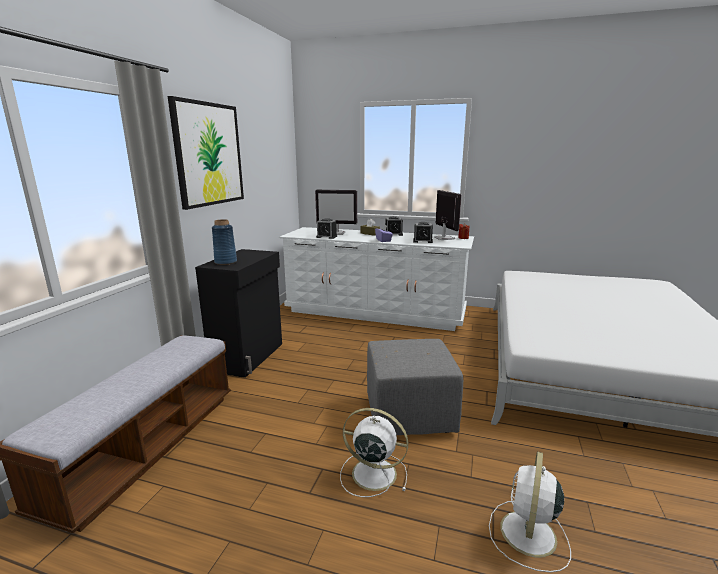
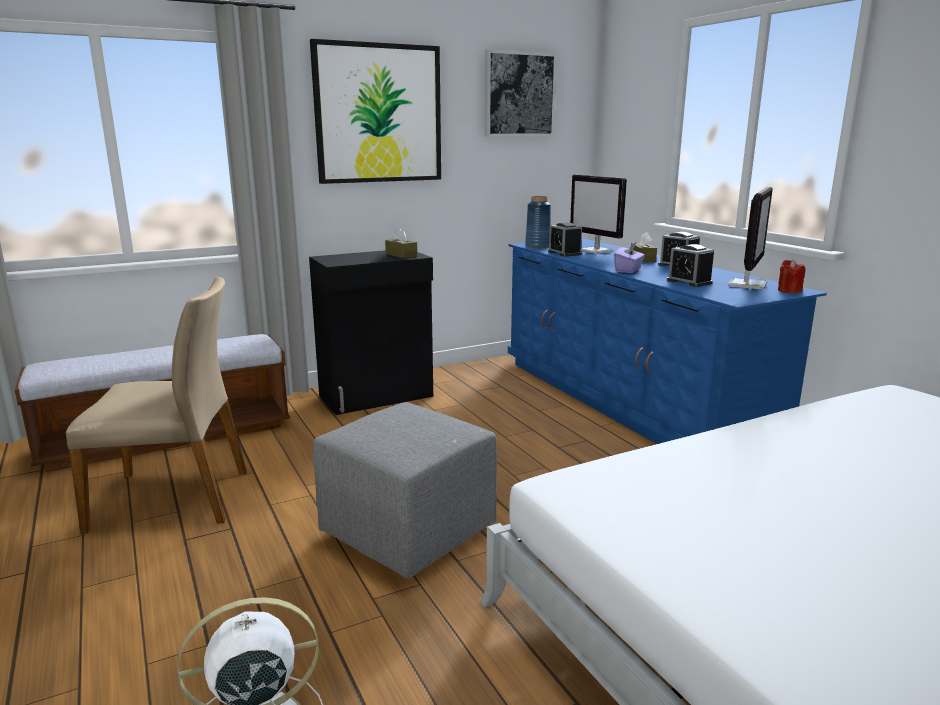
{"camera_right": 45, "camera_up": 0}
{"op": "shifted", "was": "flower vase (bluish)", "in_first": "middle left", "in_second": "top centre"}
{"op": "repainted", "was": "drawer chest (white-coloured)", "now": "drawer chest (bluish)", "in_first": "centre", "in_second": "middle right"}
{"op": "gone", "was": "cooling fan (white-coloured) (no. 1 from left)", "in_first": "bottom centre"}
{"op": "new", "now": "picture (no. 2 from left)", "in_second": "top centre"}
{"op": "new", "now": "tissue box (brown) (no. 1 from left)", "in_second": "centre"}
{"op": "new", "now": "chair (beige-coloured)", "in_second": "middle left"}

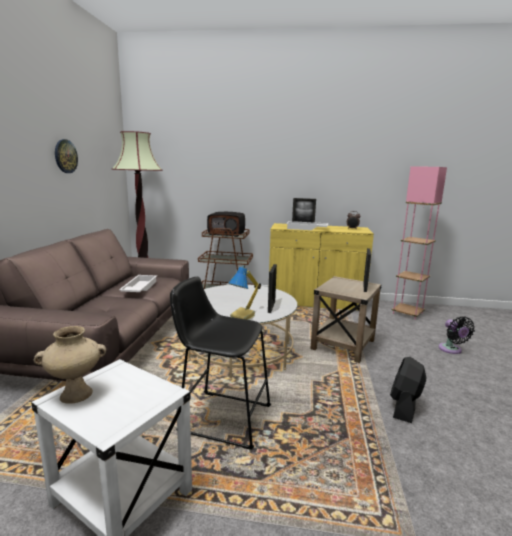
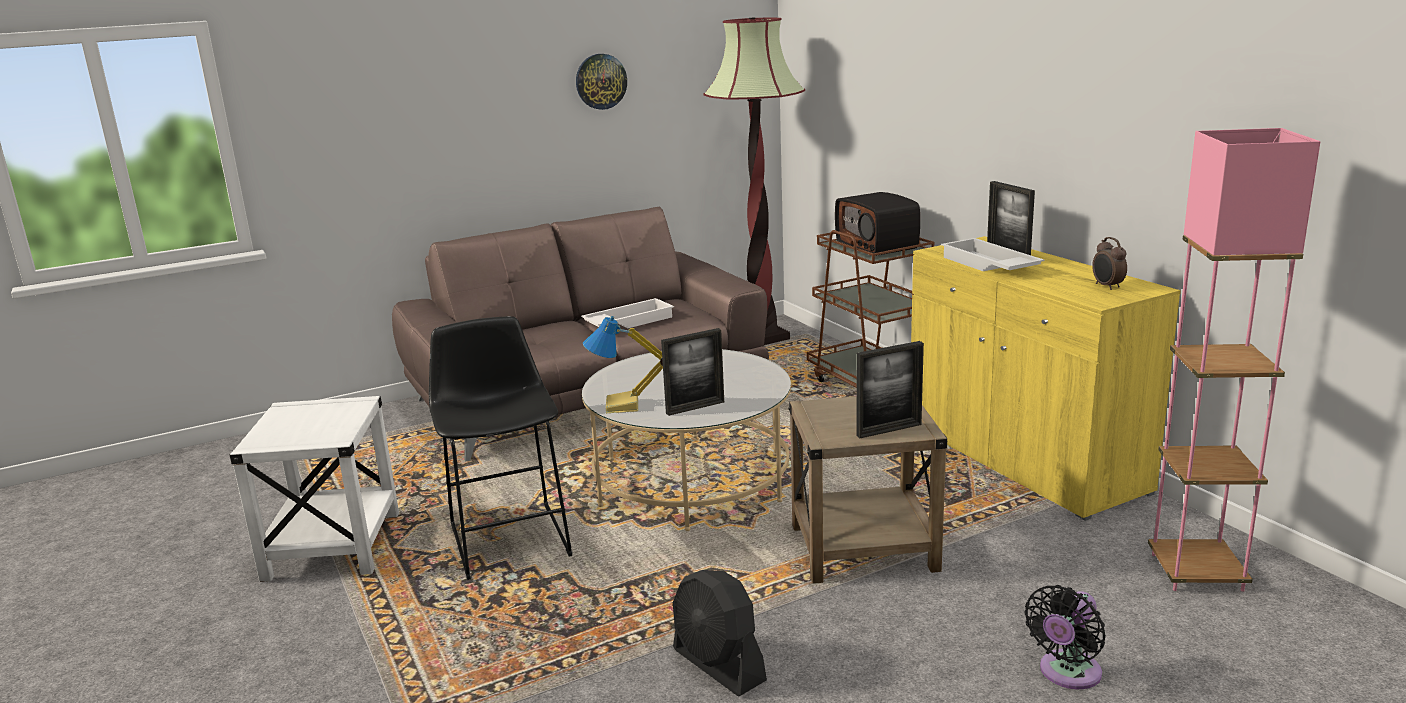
{"camera_right": 55, "camera_up": 5}
{"op": "gone", "was": "flower vase (beige-coloured)", "in_first": "bottom left"}
{"op": "rotated", "was": "cooling fan (black) (no. 1 from left)", "in_first": "bottom right", "in_second": "bottom centre", "clockwise": -120}

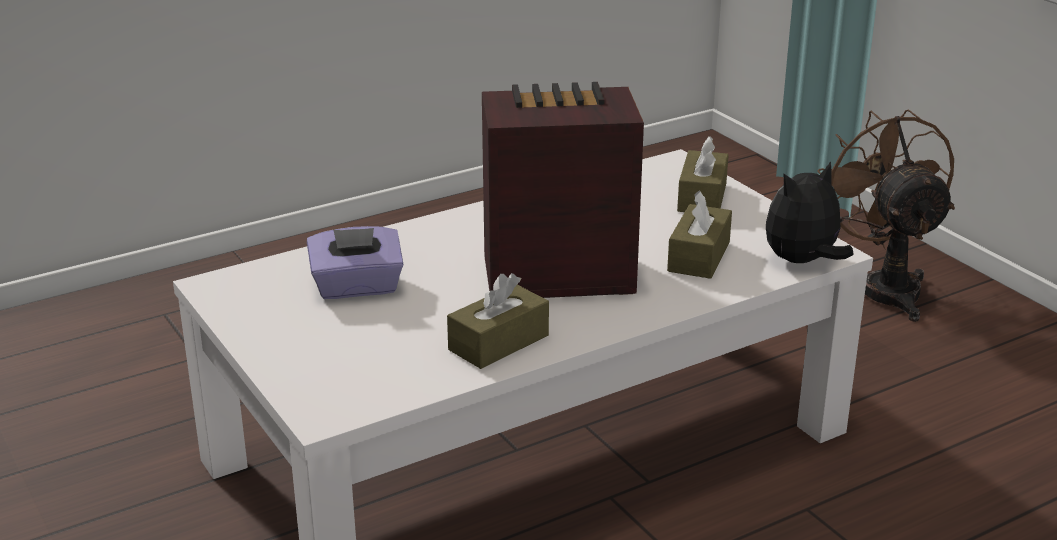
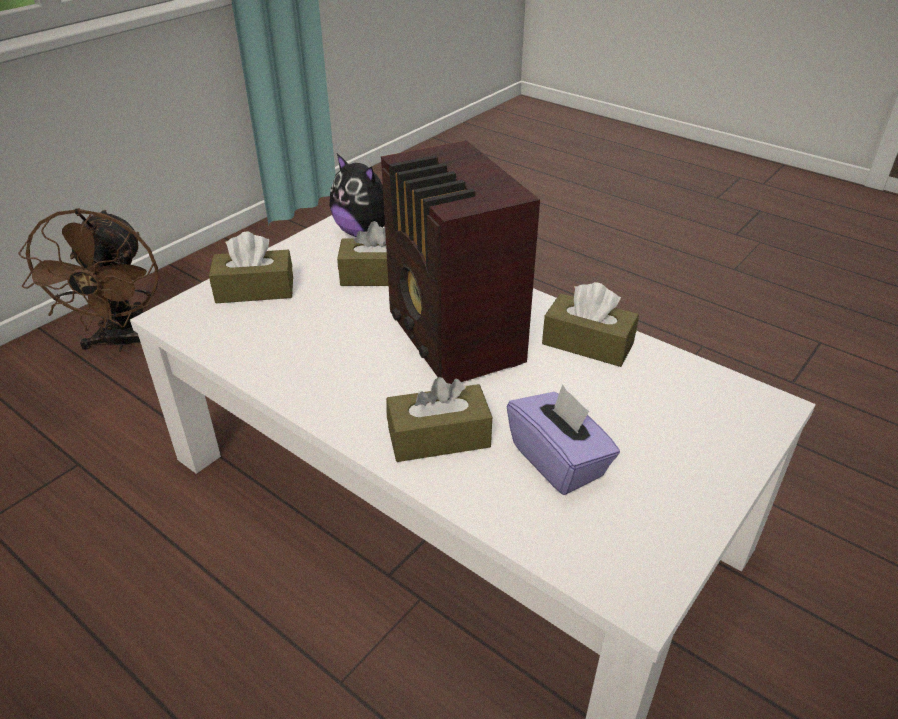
{"camera_right": -110, "camera_up": 10}
{"op": "rotated", "was": "cooling fan (brown)", "in_first": "middle right", "in_second": "middle left", "clockwise": -60}
{"op": "new", "now": "tissue box (brown) (no. 3 from left)", "in_second": "centre"}

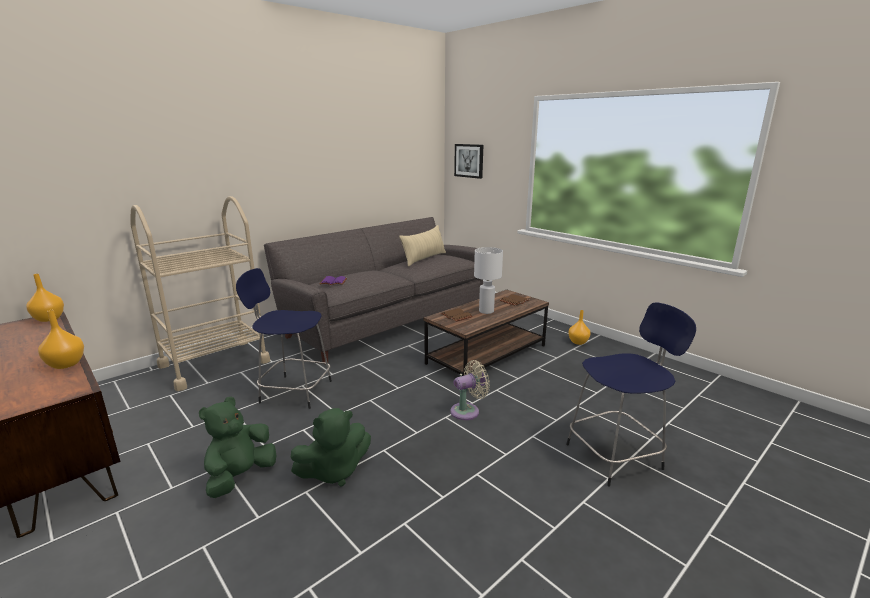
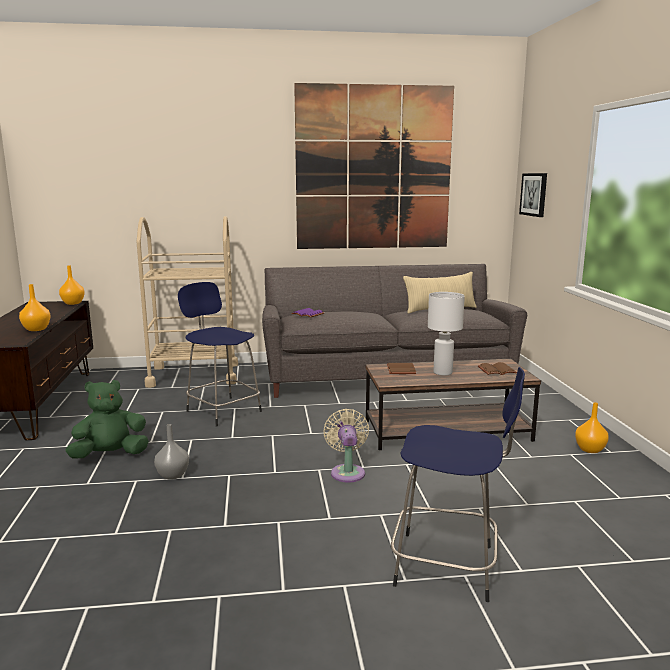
{"camera_right": 35, "camera_up": -5}
{"op": "rotated", "was": "cooling fan (beige-coloured)", "in_first": "centre", "in_second": "centre", "clockwise": -105}
{"op": "swapped", "was": "cuddly toy (green-coloured) (no. 2 from left)", "now": "flower vase (grey)", "in_first": "bottom centre", "in_second": "bottom left"}
{"op": "new", "now": "picture (no. 1 from left)", "in_second": "top centre"}

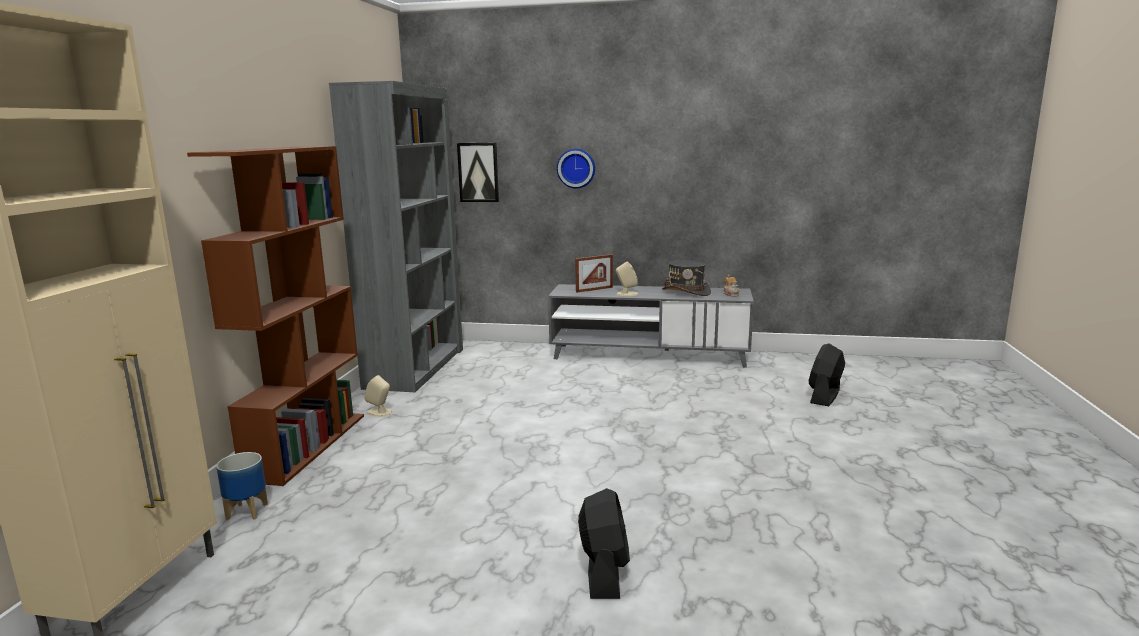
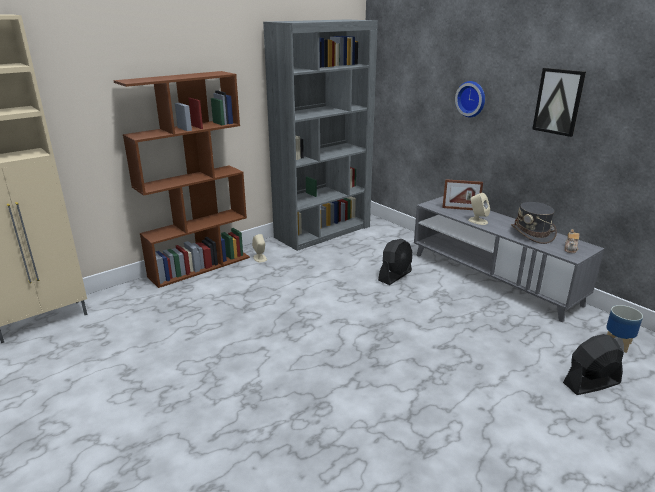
{"camera_right": 40, "camera_up": 10}
{"op": "shifted", "was": "picture", "in_first": "top centre", "in_second": "top right"}
{"op": "shifted", "was": "flower pot", "in_first": "bottom left", "in_second": "bottom right"}
{"op": "shifted", "was": "cooling fan (black) (no. 1 from left)", "in_first": "bottom centre", "in_second": "centre"}

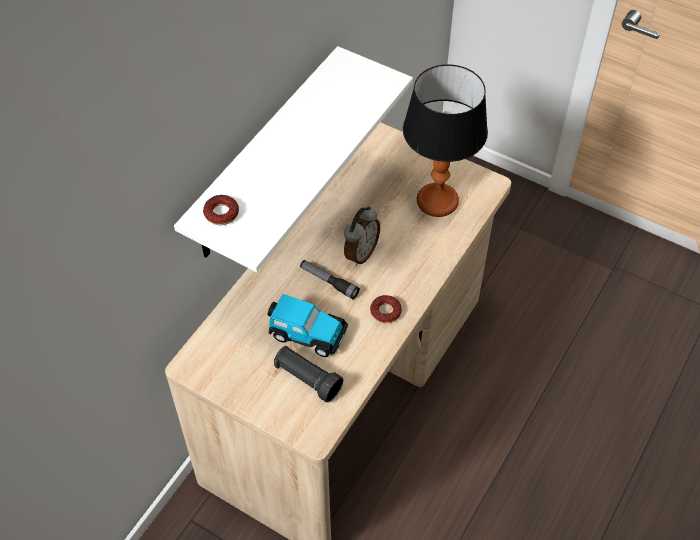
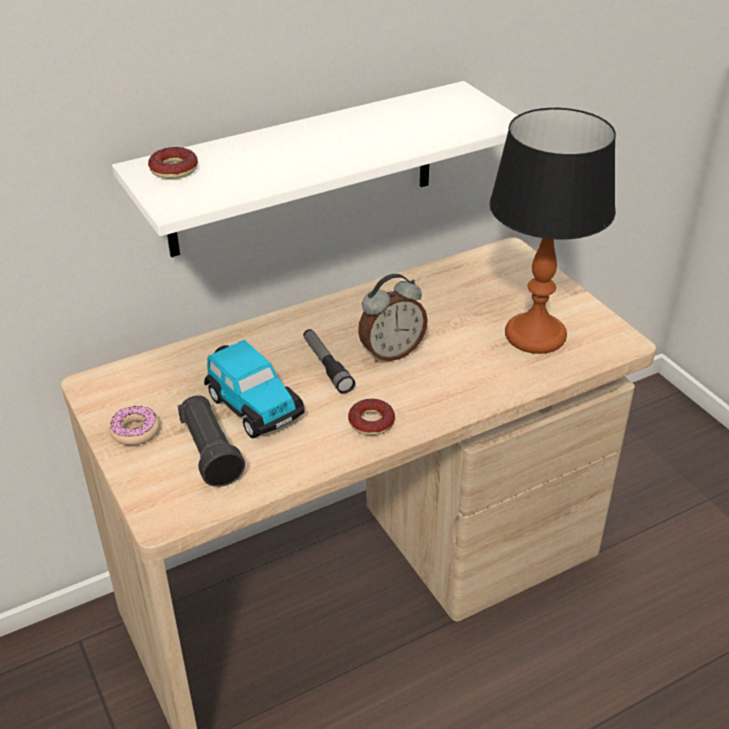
{"camera_right": 30, "camera_up": -15}
{"op": "new", "now": "ring doughnut (no. 1 from left)", "in_second": "middle left"}

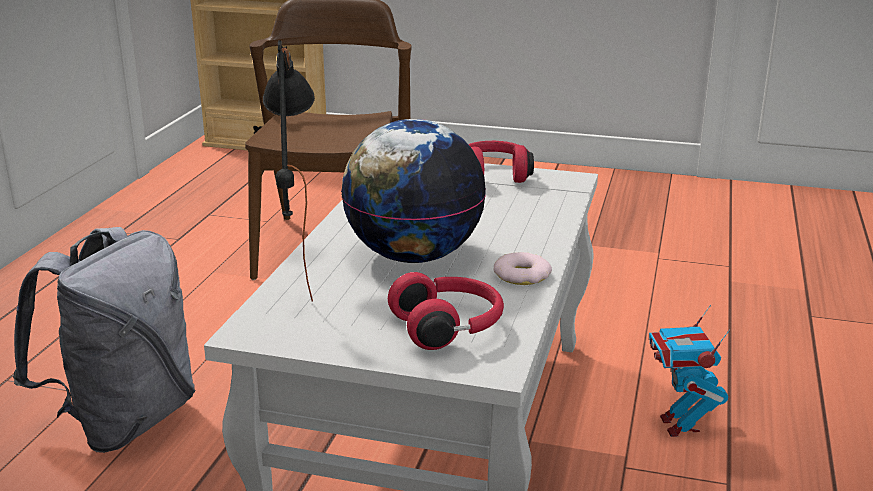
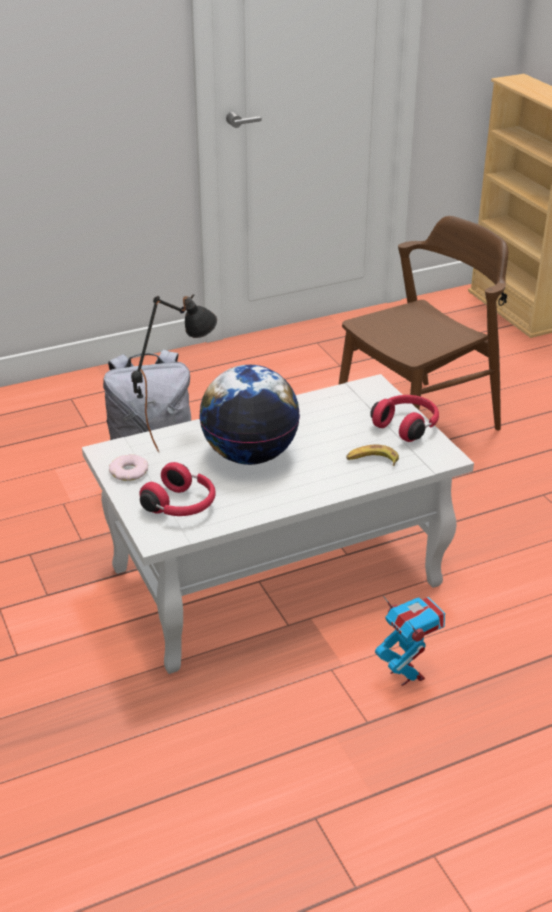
{"camera_right": 50, "camera_up": 10}
{"op": "shifted", "was": "ring doughnut", "in_first": "centre", "in_second": "middle left"}
{"op": "rotated", "was": "robot figure", "in_first": "bottom right", "in_second": "bottom right", "clockwise": 105}
{"op": "new", "now": "banana", "in_second": "middle right"}

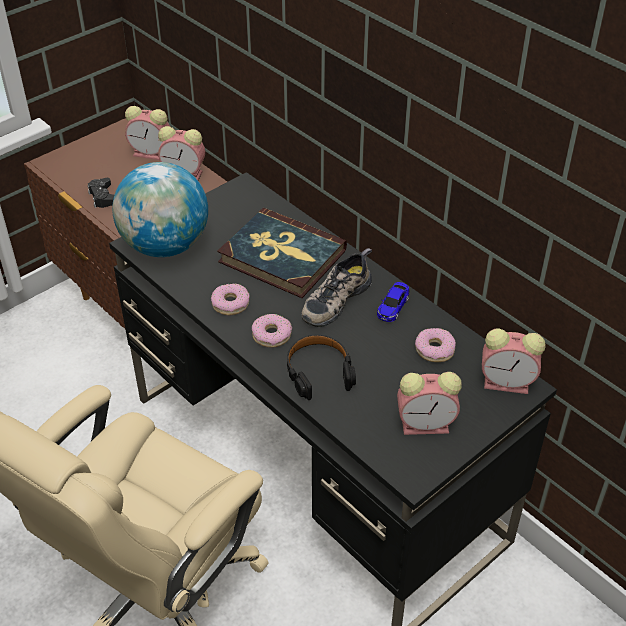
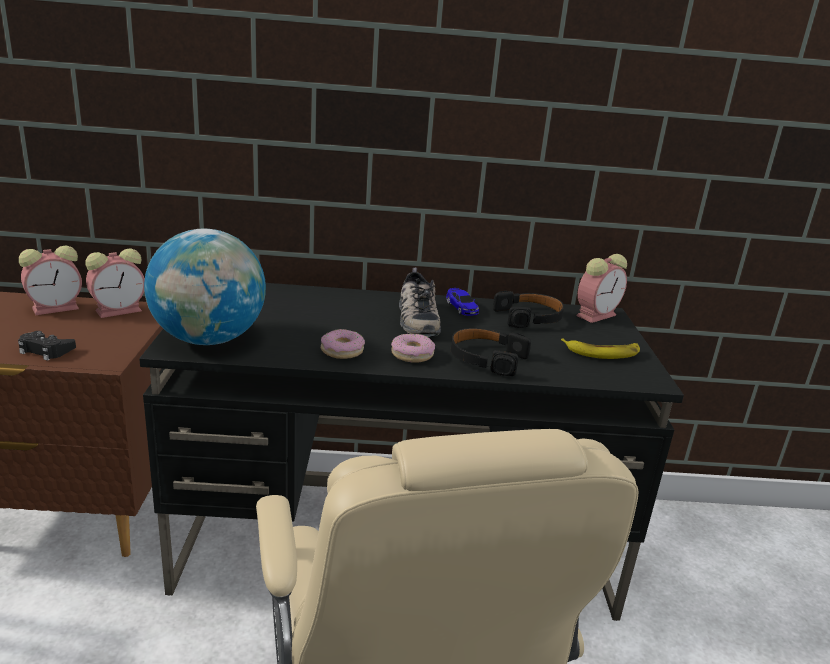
{"camera_right": -50, "camera_up": -20}
{"op": "gone", "was": "volume", "in_first": "centre"}
{"op": "swapped", "was": "ring doughnut (no. 3 from left)", "now": "pair of headphones (black) (no. 2 from left)", "in_first": "middle right", "in_second": "centre"}
{"op": "swapped", "was": "table clock (no. 3 from left)", "now": "banana", "in_first": "middle right", "in_second": "middle right"}

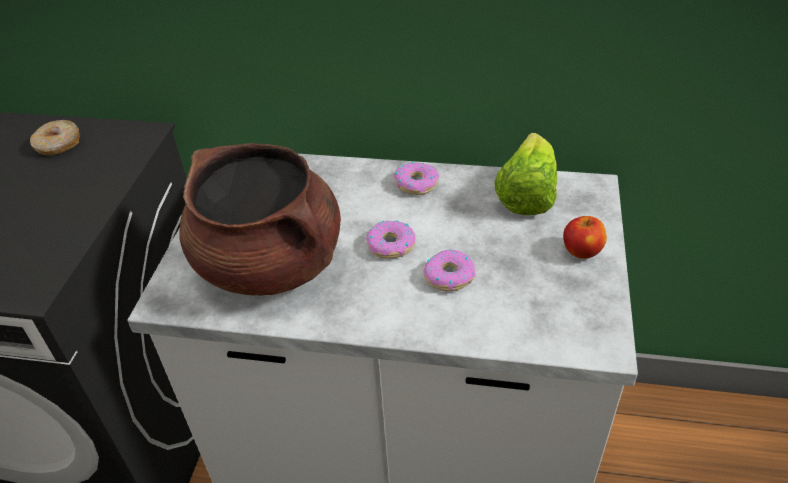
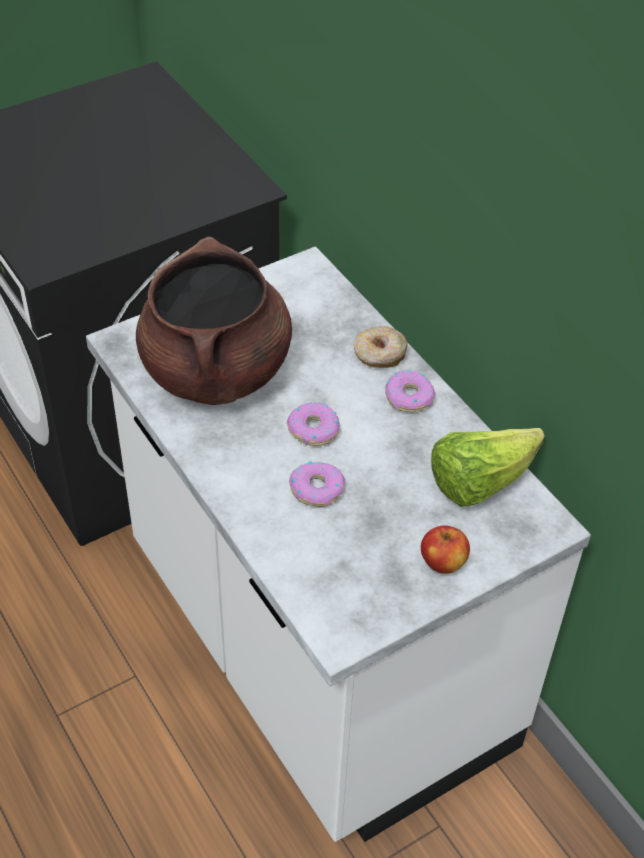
{"camera_right": 45, "camera_up": 5}
{"op": "shifted", "was": "ring doughnut (no. 1 from left in the first image)", "now": "ring doughnut (no. 3 from left)", "in_first": "top left", "in_second": "centre"}

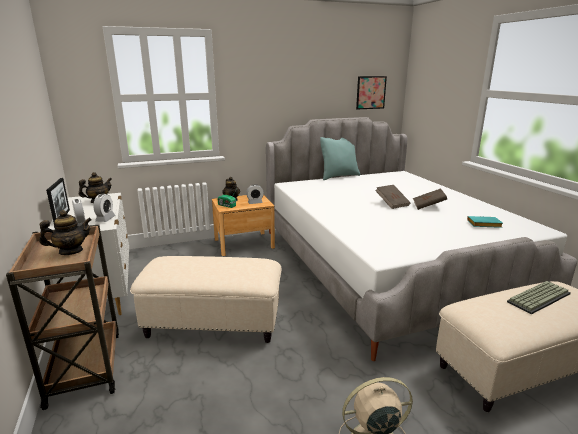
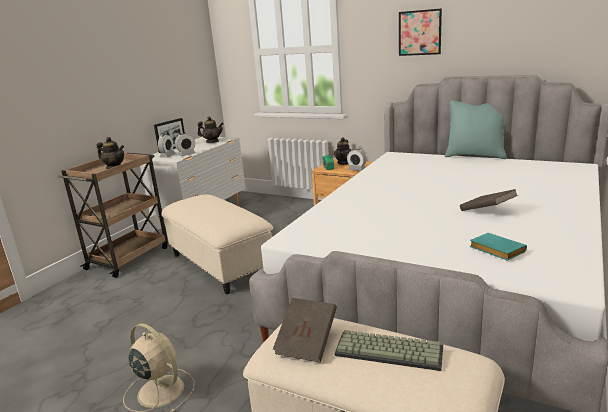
{"camera_right": 50, "camera_up": 0}
{"op": "shifted", "was": "picture", "in_first": "top centre", "in_second": "top right"}
{"op": "shifted", "was": "volume (brown) (no. 1 from left)", "in_first": "middle right", "in_second": "bottom centre"}

